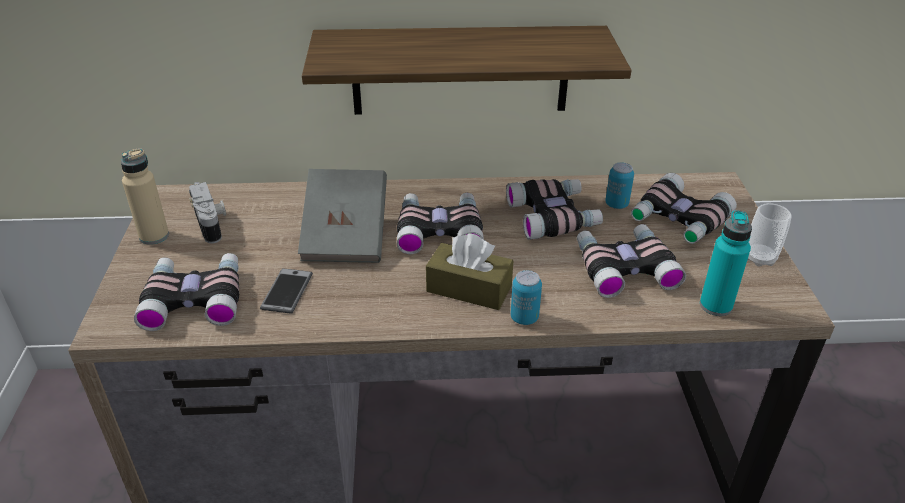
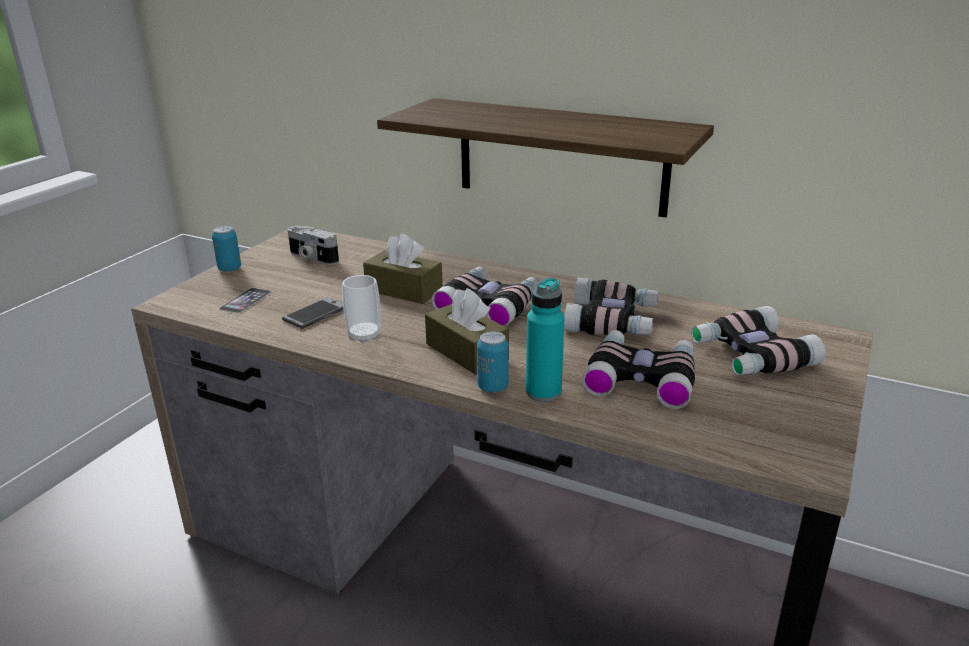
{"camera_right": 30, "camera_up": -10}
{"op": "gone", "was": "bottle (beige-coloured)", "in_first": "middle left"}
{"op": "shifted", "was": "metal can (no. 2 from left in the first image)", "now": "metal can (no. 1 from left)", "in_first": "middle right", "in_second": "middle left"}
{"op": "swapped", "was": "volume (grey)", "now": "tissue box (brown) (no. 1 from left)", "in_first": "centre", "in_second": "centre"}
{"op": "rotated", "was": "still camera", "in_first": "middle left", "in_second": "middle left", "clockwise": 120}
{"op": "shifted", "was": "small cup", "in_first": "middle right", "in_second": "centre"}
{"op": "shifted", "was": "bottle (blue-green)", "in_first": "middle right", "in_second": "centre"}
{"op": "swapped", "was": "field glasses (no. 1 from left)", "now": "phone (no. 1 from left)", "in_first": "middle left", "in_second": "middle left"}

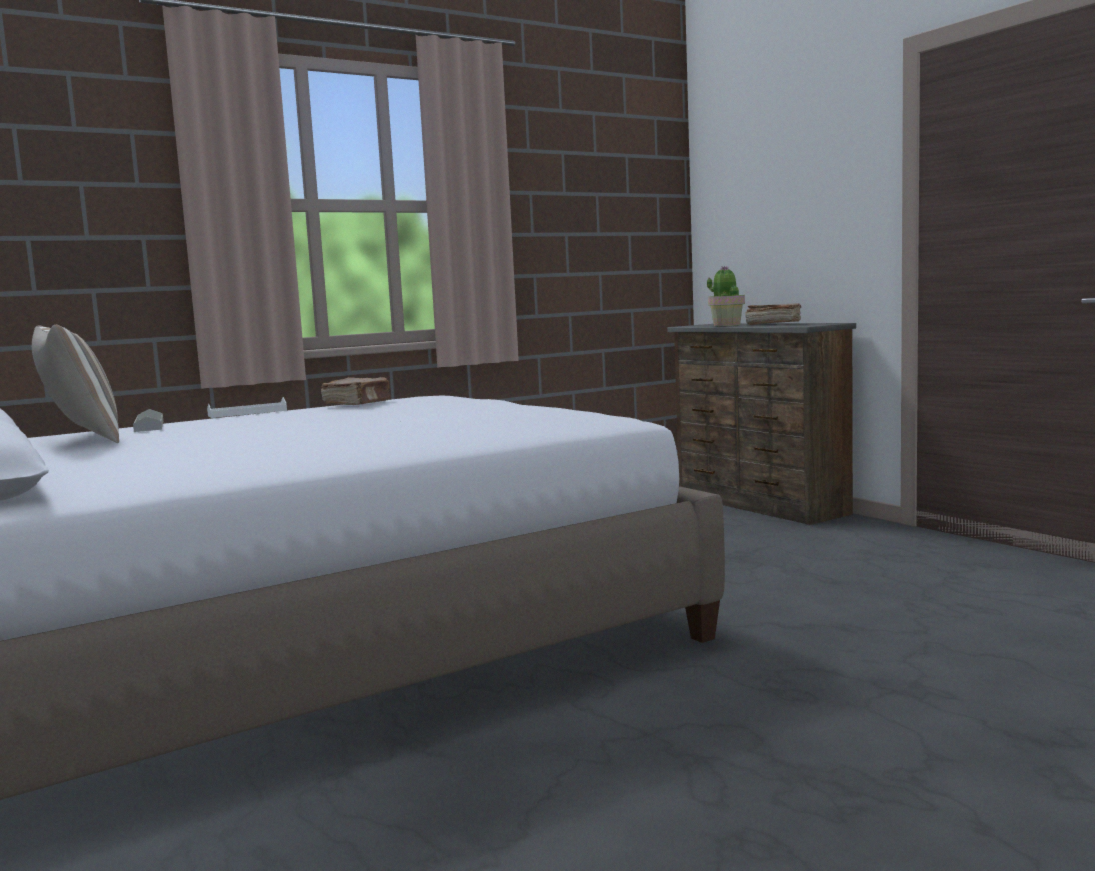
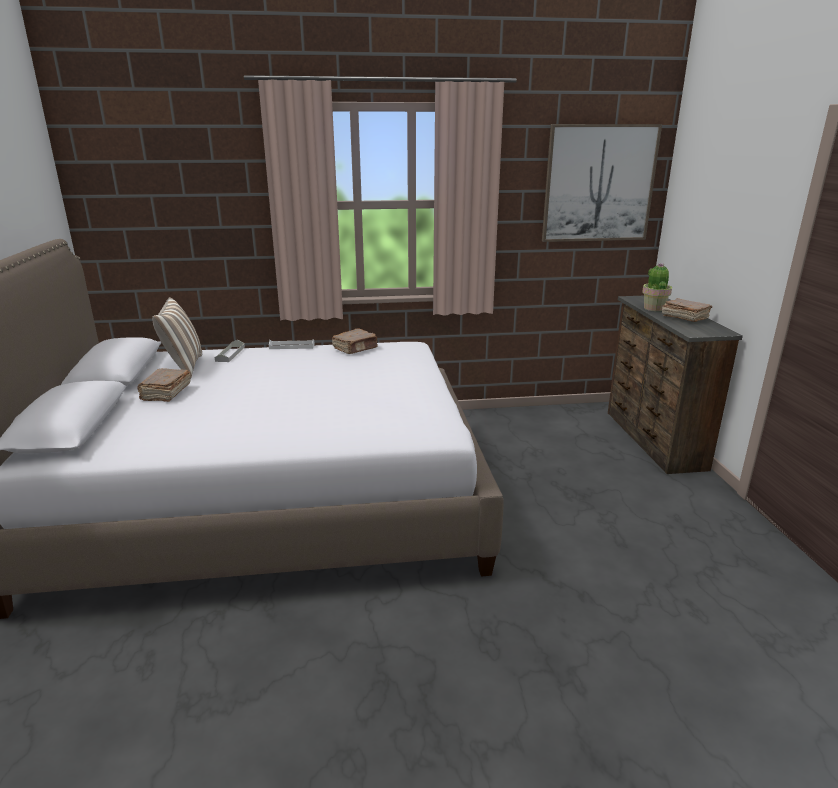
{"camera_right": 25, "camera_up": 15}
{"op": "new", "now": "picture", "in_second": "top right"}
{"op": "new", "now": "volume (brown) (no. 1 from left)", "in_second": "middle left"}

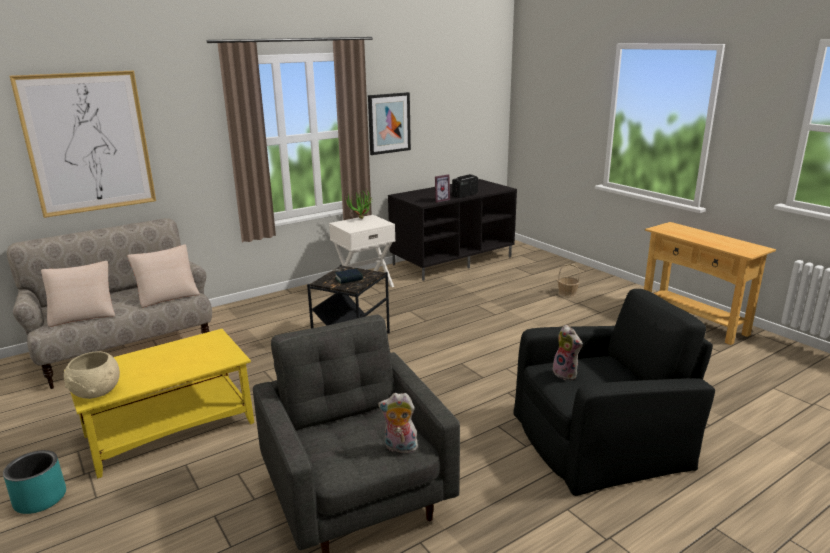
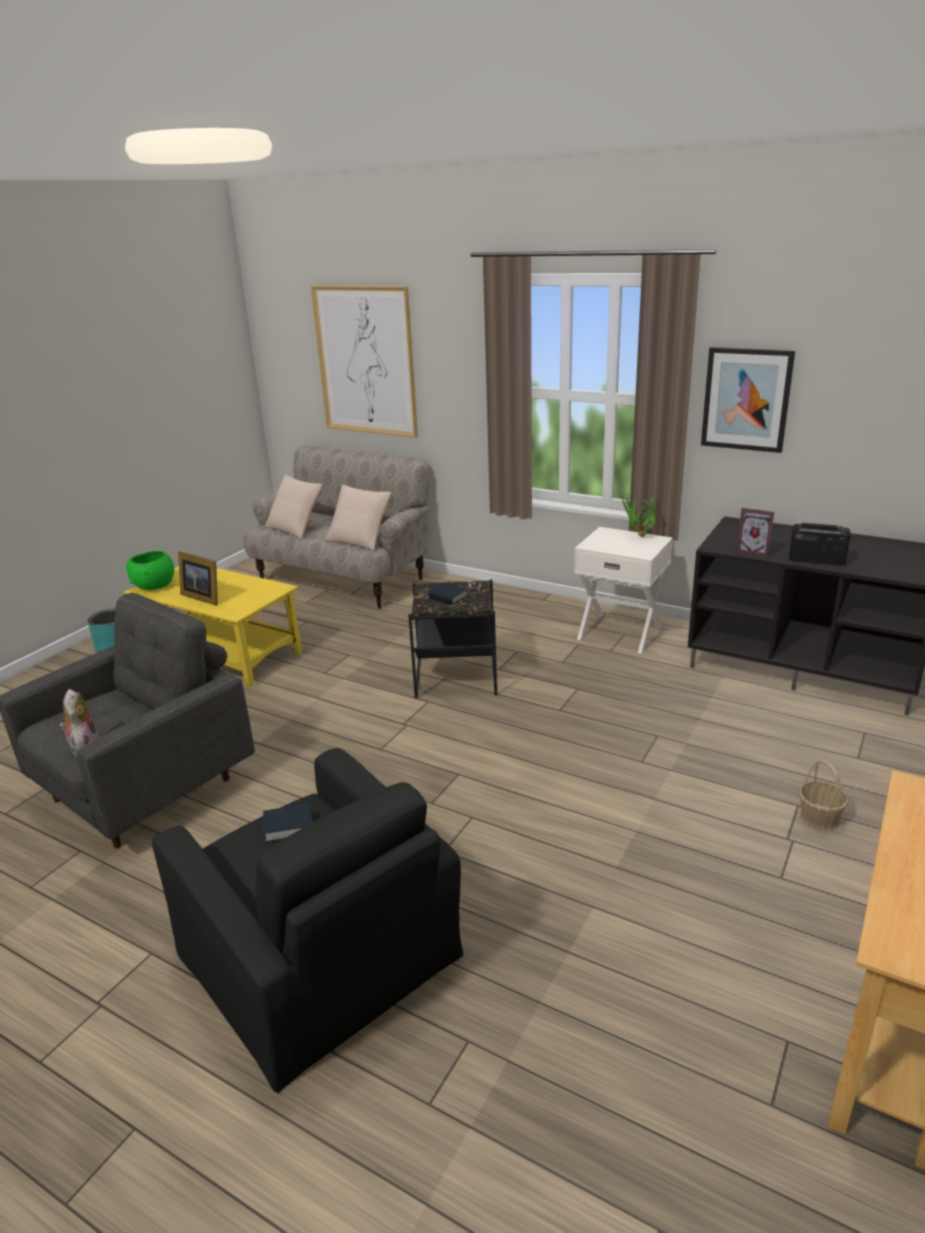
{"camera_right": 65, "camera_up": 5}
{"op": "swapped", "was": "cuddly toy (no. 2 from left)", "now": "volume (no. 1 from left)", "in_first": "middle right", "in_second": "bottom left"}
{"op": "repainted", "was": "bowl (beige-coloured)", "now": "bowl (green-coloured)", "in_first": "bottom left", "in_second": "middle left"}
{"op": "new", "now": "standing frame (no. 1 from left)", "in_second": "middle left"}

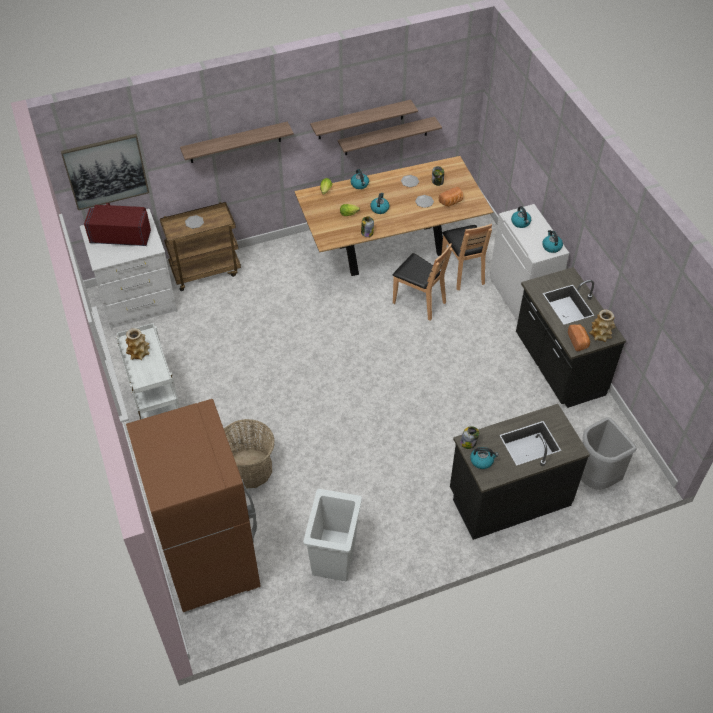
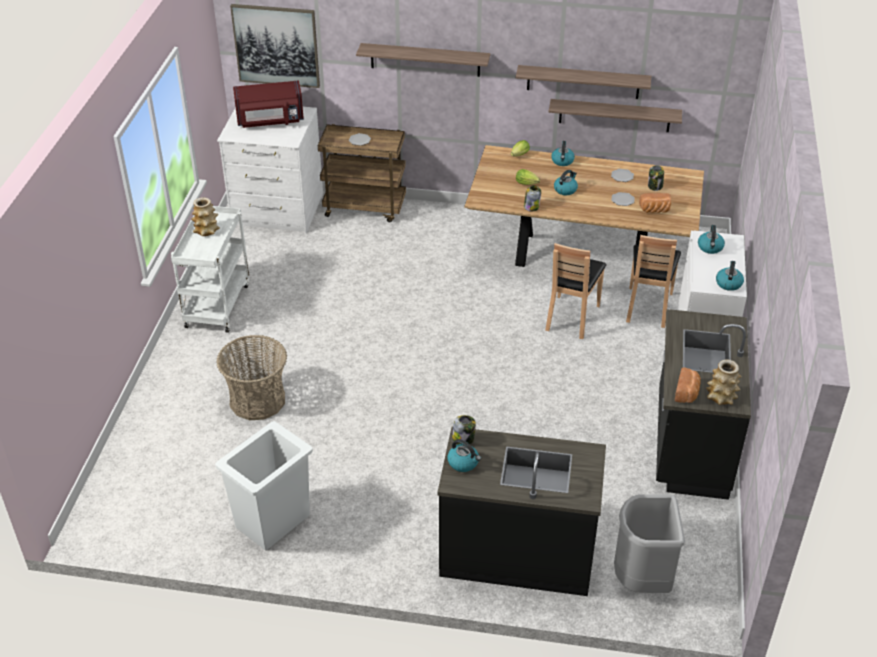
{"camera_right": 30, "camera_up": -10}
{"op": "rotated", "was": "kitchen microwave (red-coloured)", "in_first": "top left", "in_second": "top left", "clockwise": 135}
{"op": "rotated", "was": "chair (brown) (no. 1 from left)", "in_first": "centre", "in_second": "centre", "clockwise": 45}
{"op": "gone", "was": "fridge (brown)", "in_first": "bottom left"}

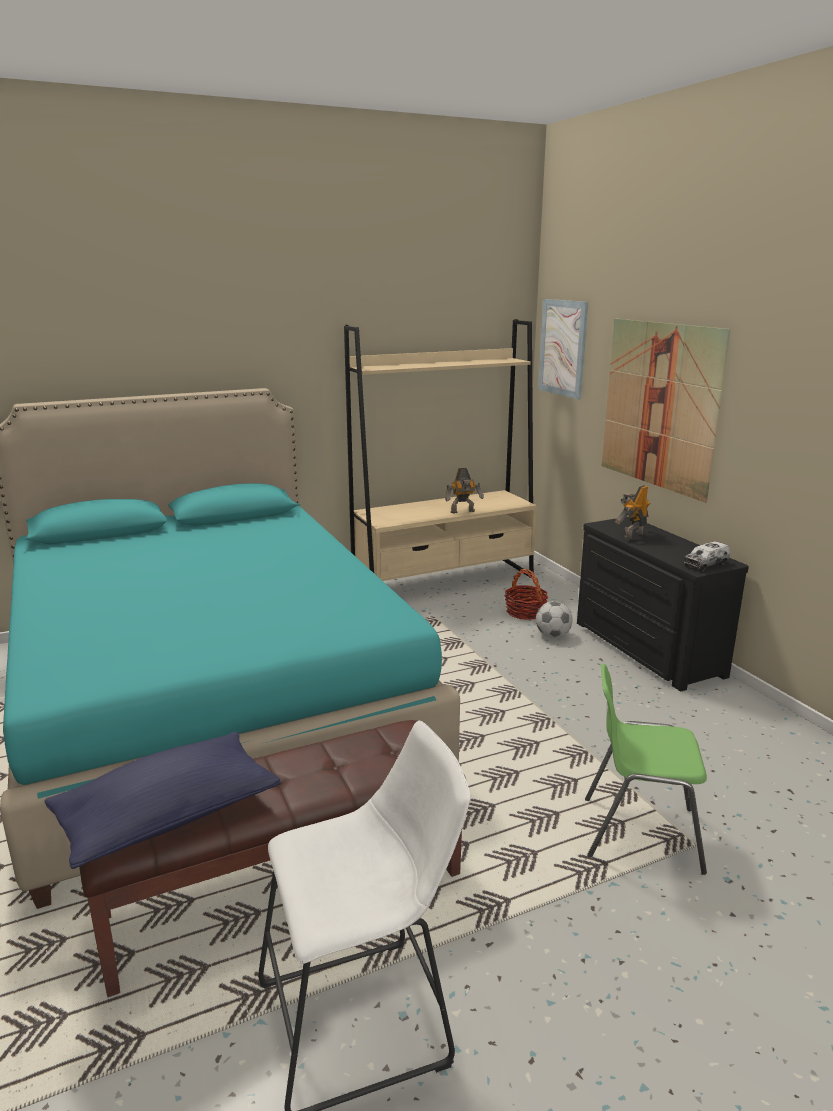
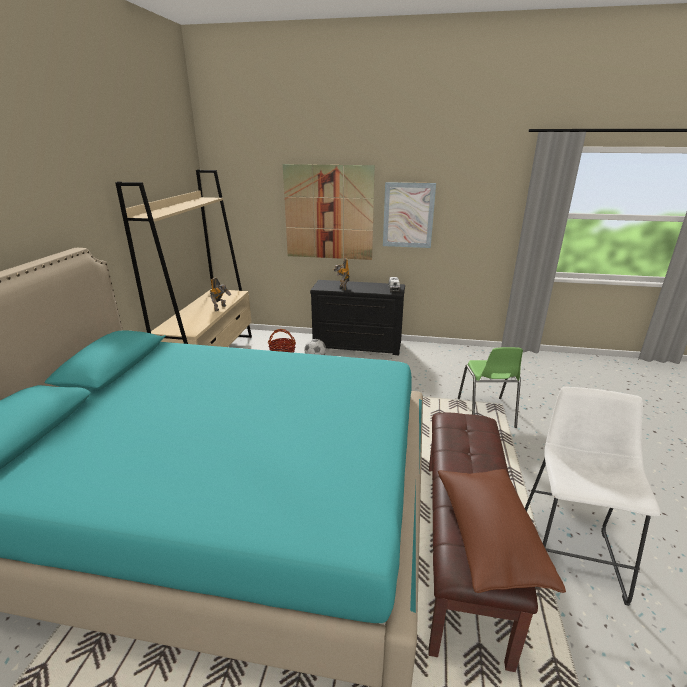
{"camera_right": -55, "camera_up": 5}
{"op": "shifted", "was": "picture (no. 1 from left in the first image)", "now": "picture (no. 2 from left)", "in_first": "top right", "in_second": "top centre"}
{"op": "rotated", "was": "chair (green-coloured)", "in_first": "bottom right", "in_second": "middle right", "clockwise": -45}
{"op": "repainted", "was": "throw pillow (bluish)", "now": "throw pillow (brown)", "in_first": "bottom left", "in_second": "bottom right"}

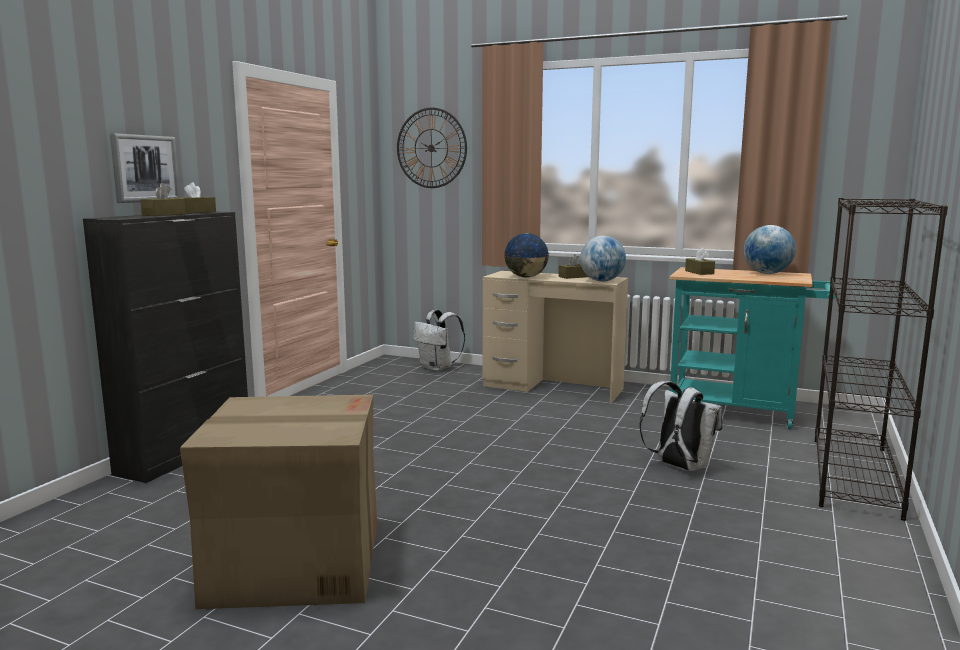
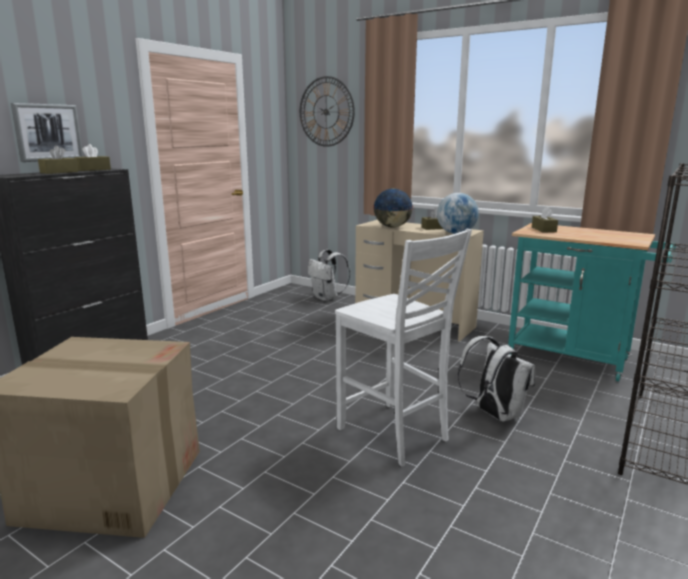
{"camera_right": 10, "camera_up": 5}
{"op": "gone", "was": "world globe (no. 3 from left)", "in_first": "middle right"}
{"op": "new", "now": "chair (white-coloured)", "in_second": "centre"}

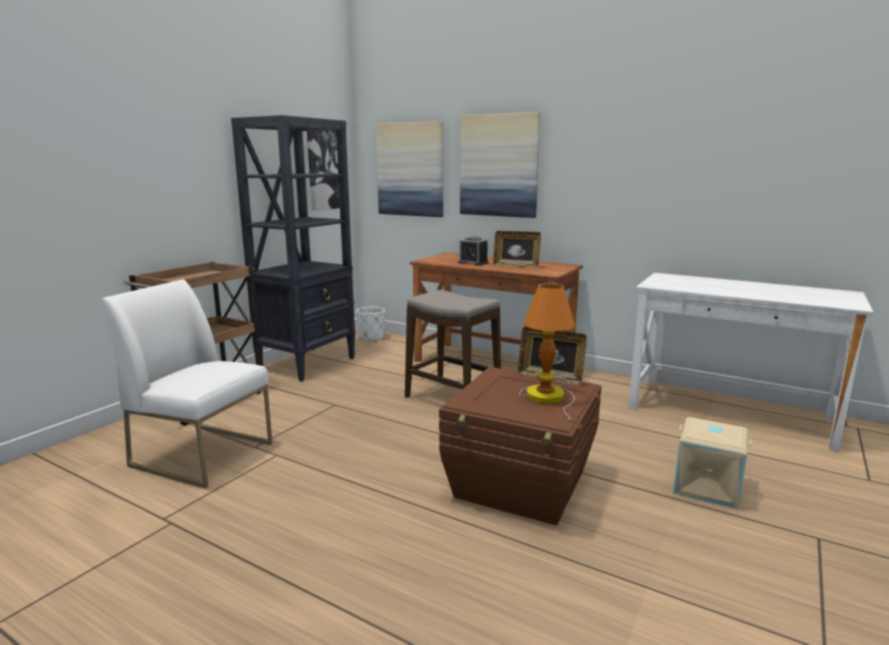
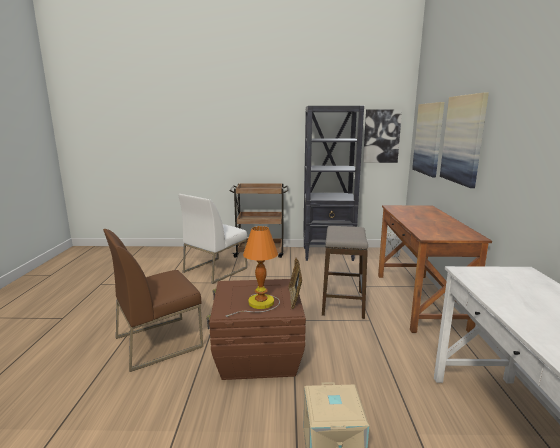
{"camera_right": 60, "camera_up": 0}
{"op": "gone", "was": "standing frame (no. 1 from left)", "in_first": "centre"}
{"op": "gone", "was": "table clock", "in_first": "centre"}
{"op": "rotated", "was": "chair (white-coloured)", "in_first": "middle left", "in_second": "centre", "clockwise": -135}
{"op": "new", "now": "chair (brown)", "in_second": "bottom left"}

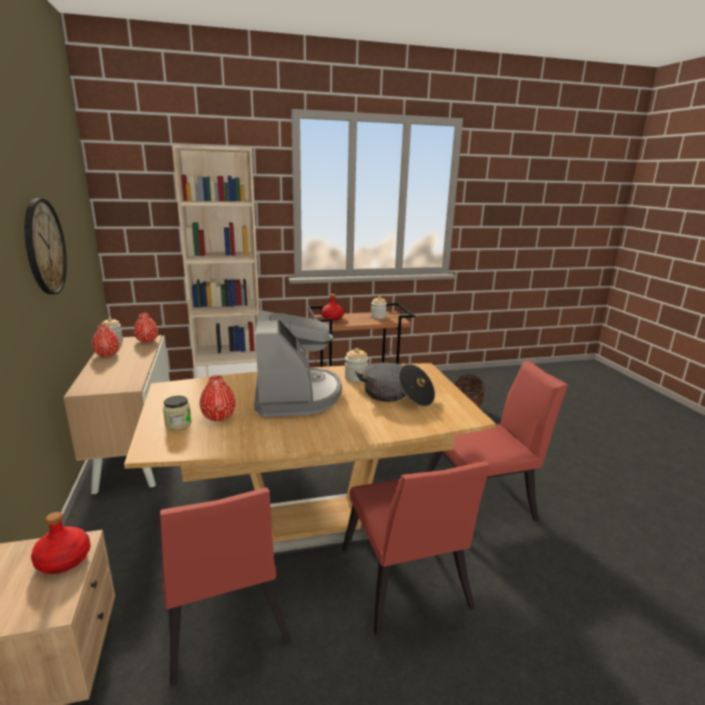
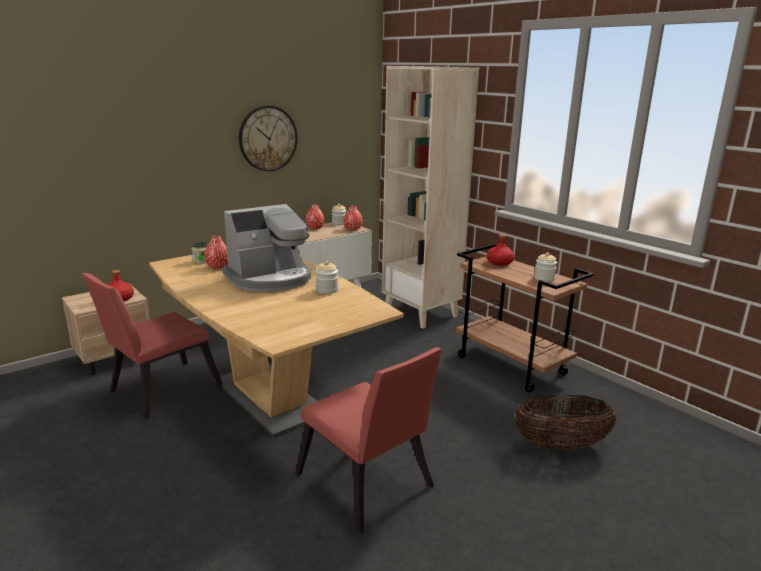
{"camera_right": 65, "camera_up": 0}
{"op": "gone", "was": "cooking pot", "in_first": "centre"}
{"op": "gone", "was": "chair (red-coloured) (no. 2 from left)", "in_first": "bottom centre"}

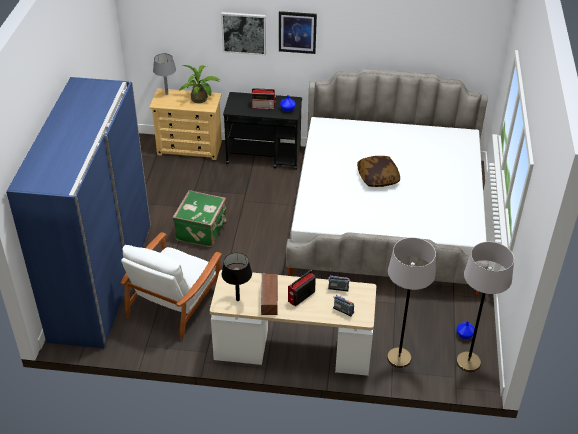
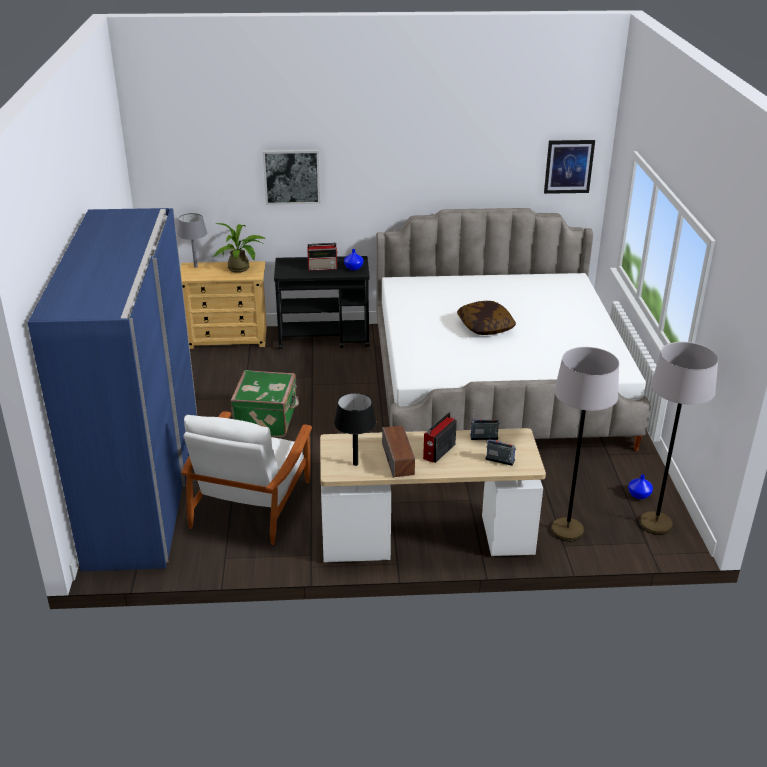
{"camera_right": -10, "camera_up": -10}
{"op": "shifted", "was": "picture (no. 2 from left)", "in_first": "top centre", "in_second": "top right"}

